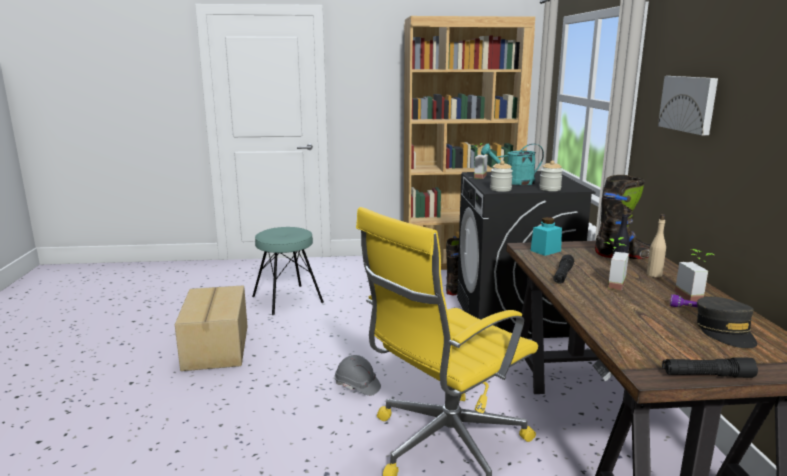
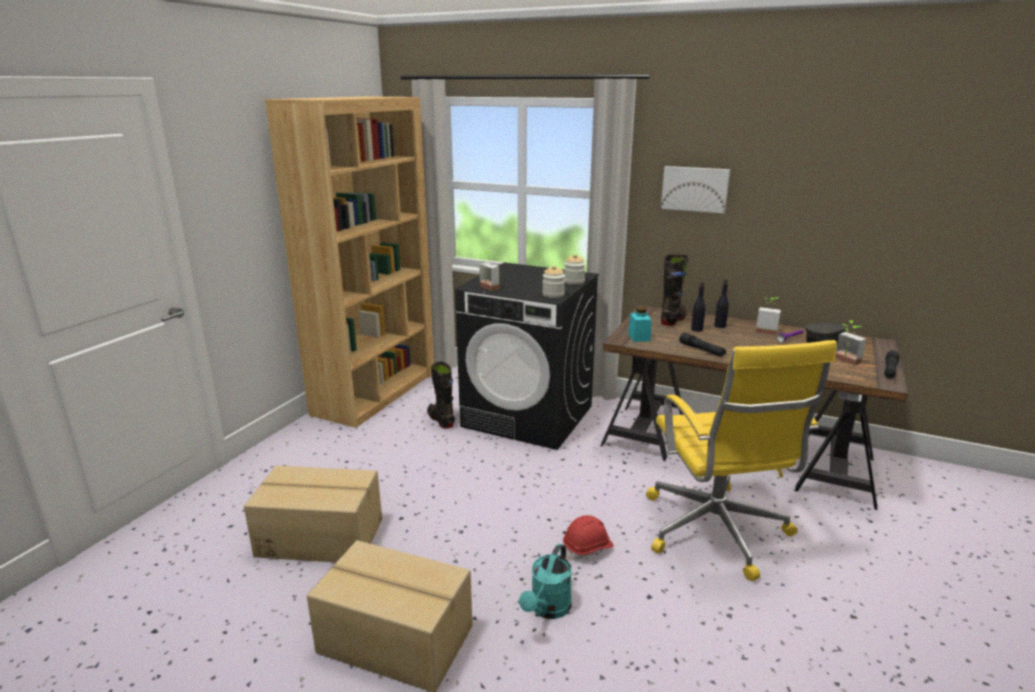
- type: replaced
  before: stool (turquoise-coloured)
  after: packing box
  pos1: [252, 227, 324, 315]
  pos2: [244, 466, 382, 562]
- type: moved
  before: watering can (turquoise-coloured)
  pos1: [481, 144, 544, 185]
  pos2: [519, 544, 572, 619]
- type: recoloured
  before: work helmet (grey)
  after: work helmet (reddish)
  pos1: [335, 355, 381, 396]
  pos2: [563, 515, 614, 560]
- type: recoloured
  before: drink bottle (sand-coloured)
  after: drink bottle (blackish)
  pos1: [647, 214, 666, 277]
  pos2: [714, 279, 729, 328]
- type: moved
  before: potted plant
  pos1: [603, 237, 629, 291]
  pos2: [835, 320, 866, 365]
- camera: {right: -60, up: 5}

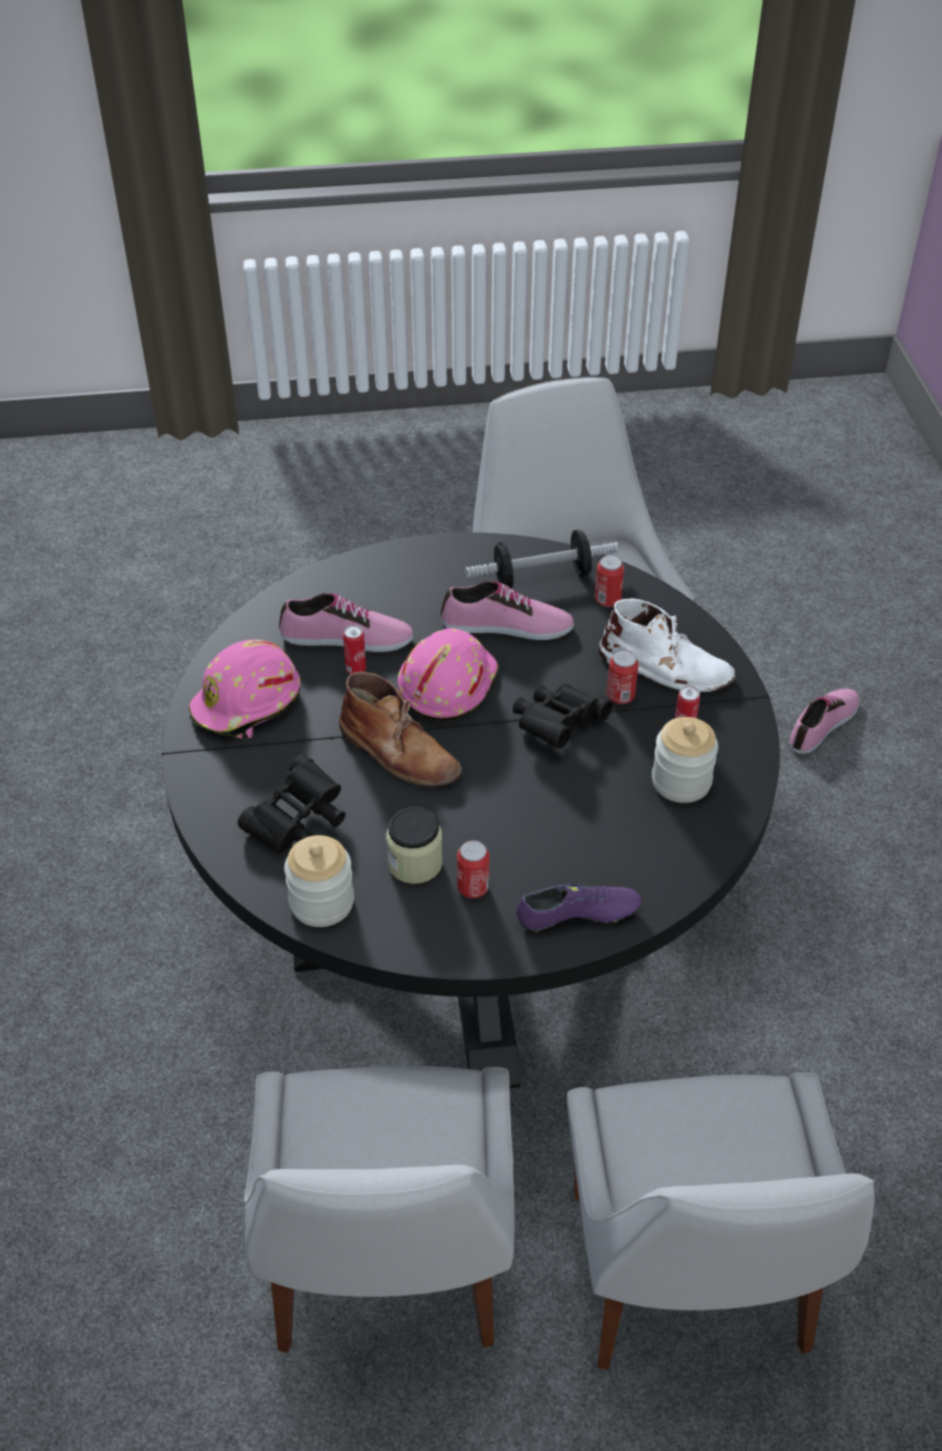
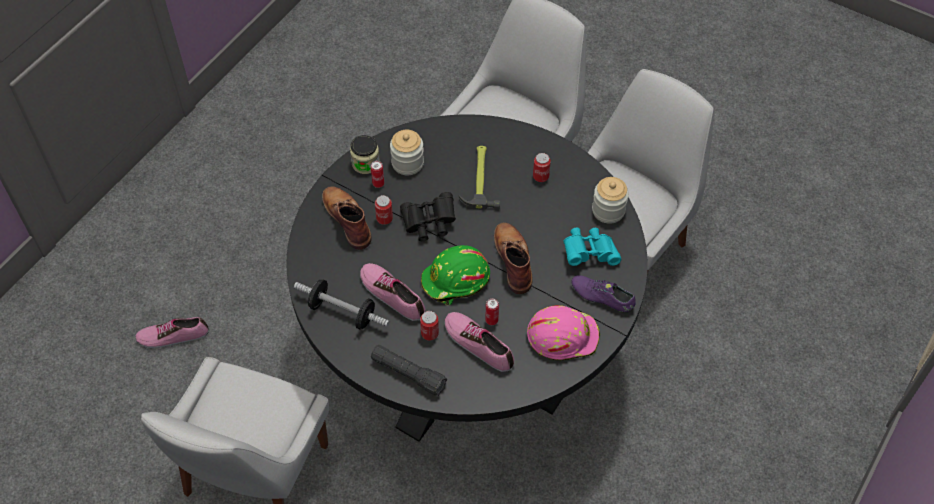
- type: recoloured
  before: boot (white)
  after: boot (brown)
  pos1: [599, 598, 735, 693]
  pos2: [322, 186, 372, 250]
- type: moved
  before: preserve jar
  pos1: [386, 807, 443, 884]
  pos2: [350, 135, 380, 174]
- type: added
  after: hand torch (blackish)
  pos2: [371, 345, 447, 396]
- type: moved
  before: sealed can
  pos1: [595, 555, 624, 607]
  pos2: [420, 311, 439, 341]
- type: recoloured
  before: work helmet (pink-coloured)
  after: work helmet (green-coloured)
  pos1: [398, 628, 498, 721]
  pos2: [421, 245, 490, 305]
- type: added
  after: tool hammer
  pos2: [459, 146, 500, 210]
- type: recoloured
  before: binoculars (blackish)
  after: binoculars (turquoise-coloured)
  pos1: [237, 754, 346, 854]
  pos2: [563, 228, 621, 266]
- type: moved
  before: item of footwear (purple)
  pos1: [517, 881, 642, 932]
  pos2: [572, 275, 636, 313]
- camera: {right: -140, up: 10}

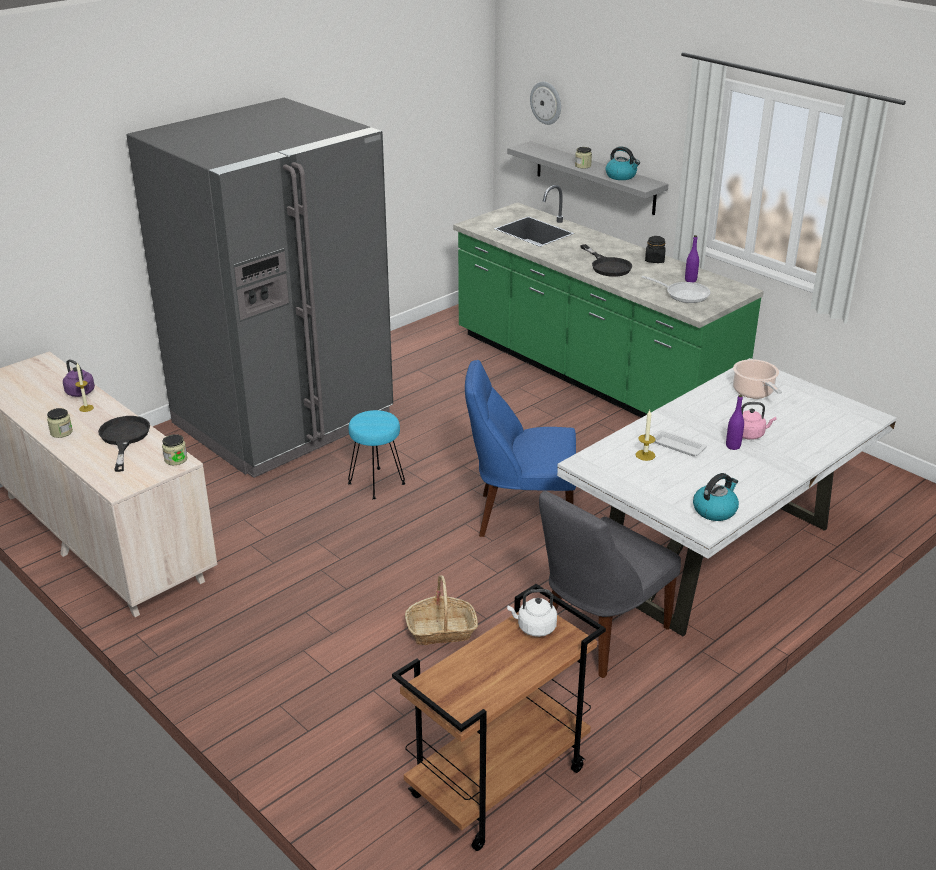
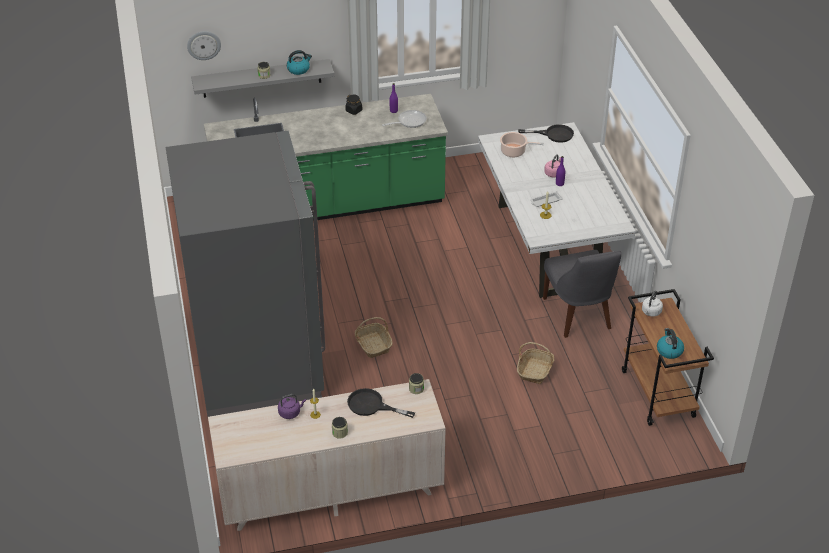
- type: replaced
  before: stool (turquoise-coloured)
  after: storage basket
  pos1: [348, 410, 406, 500]
  pos2: [355, 317, 393, 358]
- type: moved
  before: frying pan (blackish)
  pos1: [580, 244, 632, 277]
  pos2: [518, 124, 574, 143]
- type: moved
  before: tea kettle
  pos1: [693, 473, 739, 521]
  pos2: [657, 328, 684, 359]
- type: removed
  before: upright chair (blue)
  pos1: [465, 360, 576, 537]
- camera: {right: -60, up: 10}

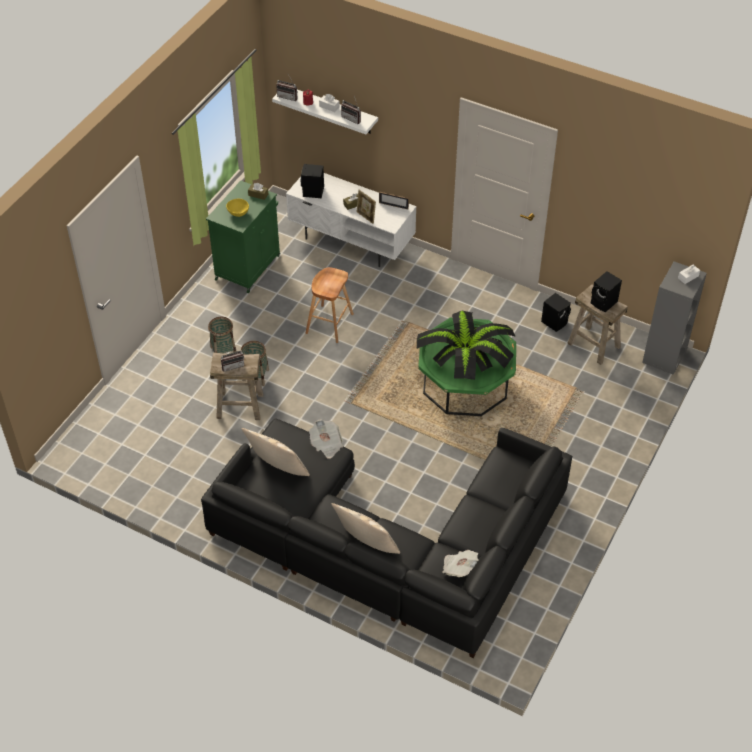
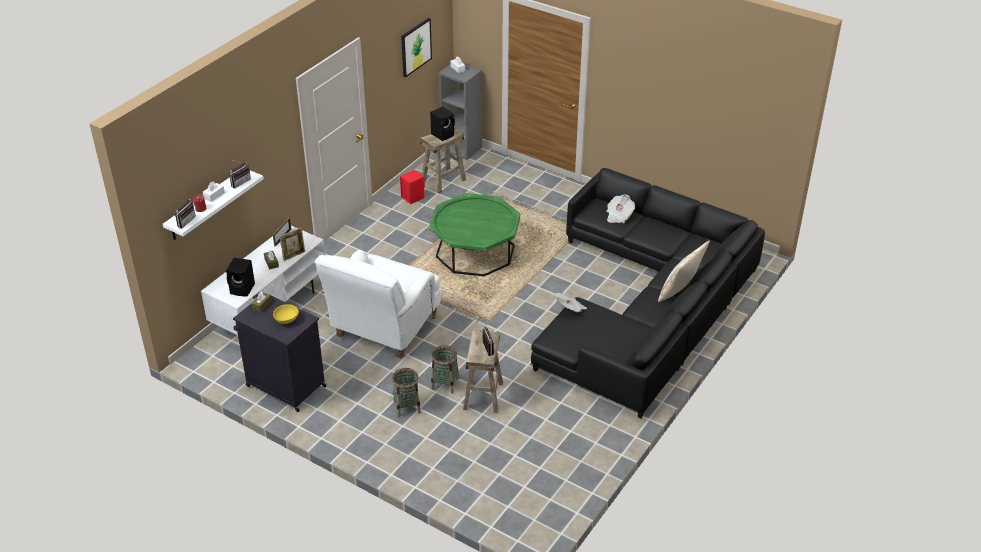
- type: recoloured
  before: cupboard (green-coloured)
  after: cupboard (blackish)
  pos1: [206, 181, 280, 293]
  pos2: [233, 296, 326, 412]
- type: replaced
  before: stool (brown)
  after: armchair (white)
  pos1: [305, 267, 354, 343]
  pos2: [315, 250, 441, 358]
- type: recoloured
  before: audio speaker (blackish)
  after: audio speaker (reddish)
  pos1: [541, 293, 571, 332]
  pos2: [400, 170, 425, 204]
- type: added
  after: picture
  pos2: [401, 18, 432, 77]
- type: moved
  before: daily paper
  pos1: [442, 550, 478, 577]
  pos2: [606, 194, 635, 223]
- type: removed
  before: throw pillow (sand-coloured)
  pos1: [241, 428, 310, 476]
- type: removed
  before: potted plant
  pos1: [417, 311, 516, 380]
- camera: {right: -85, up: -10}

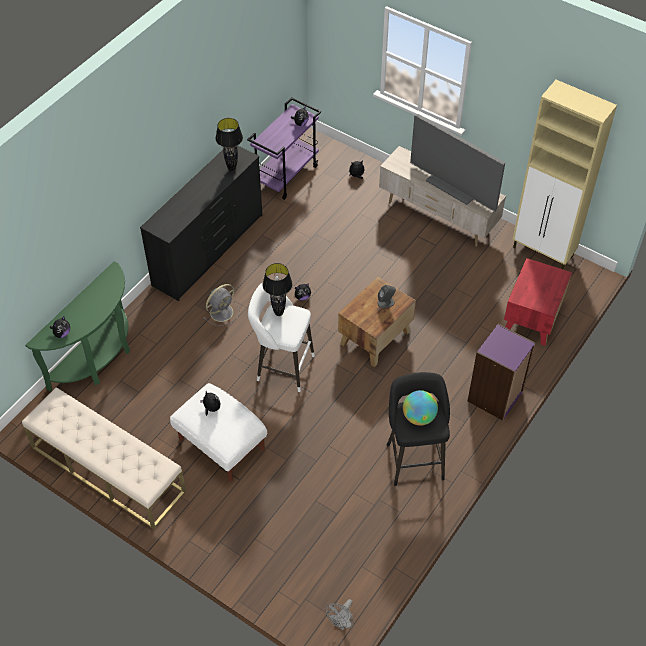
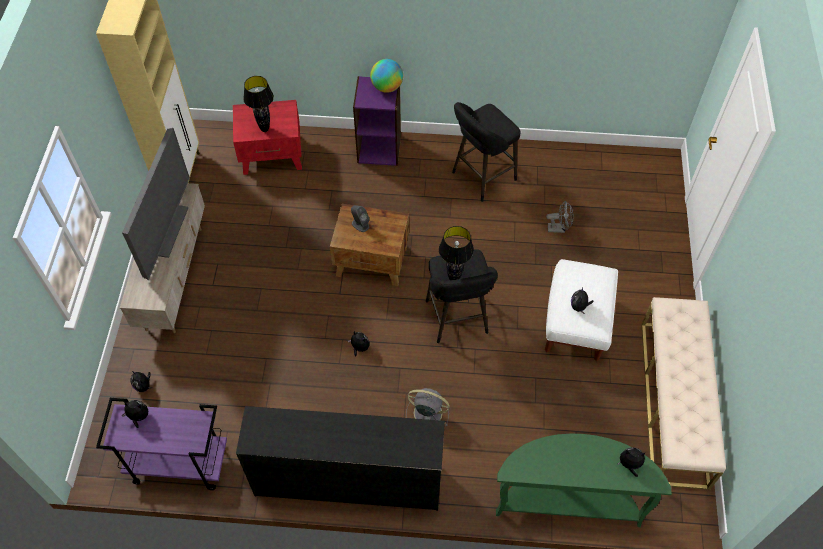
- type: moved
  before: table lamp (blackish)
  pos1: [216, 118, 243, 172]
  pos2: [243, 76, 274, 132]
- type: moved
  before: world globe
  pos1: [403, 390, 438, 426]
  pos2: [370, 59, 403, 93]
- type: recoloured
  before: stool (white)
  after: stool (blackish)
  pos1: [248, 282, 315, 392]
  pos2: [426, 249, 498, 343]
- type: moved
  before: cooling fan (grey)
  pos1: [326, 599, 354, 630]
  pos2: [546, 201, 573, 233]
- camera: {right: -120, up: 5}

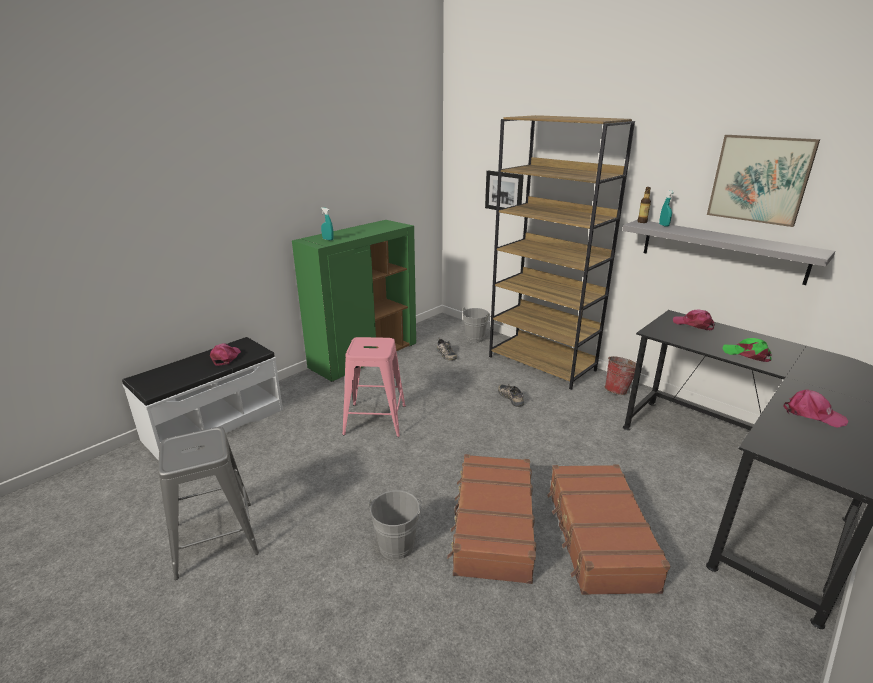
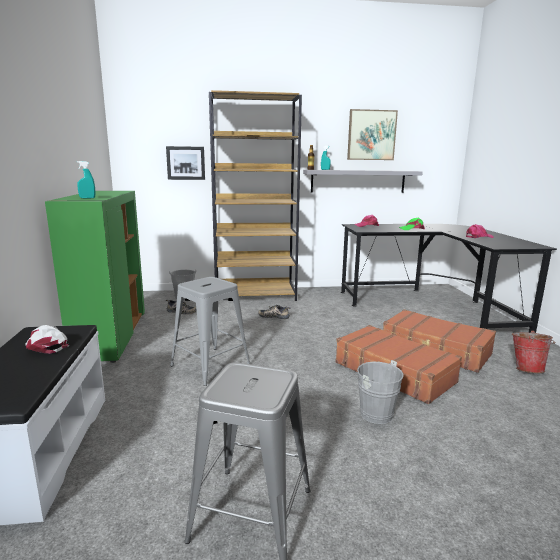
- type: recoloured
  before: cap (pink-coloured)
  after: cap (white)
  pos1: [210, 343, 241, 366]
  pos2: [25, 325, 69, 354]
- type: recoloured
  before: stool (pink-coloured)
  after: stool (grey)
  pos1: [342, 337, 406, 437]
  pos2: [170, 277, 250, 386]
- type: moved
  before: water bucket
  pos1: [605, 356, 636, 395]
  pos2: [512, 331, 555, 373]
- camera: {right: -50, up: -10}

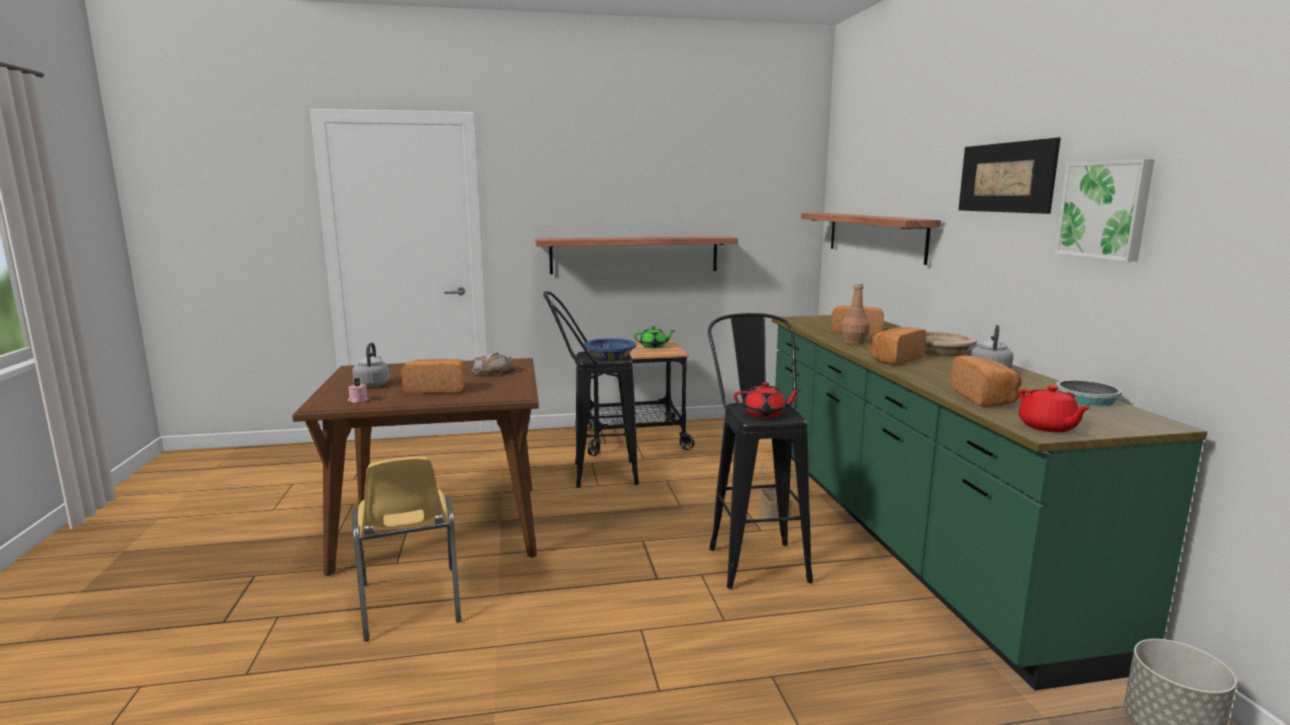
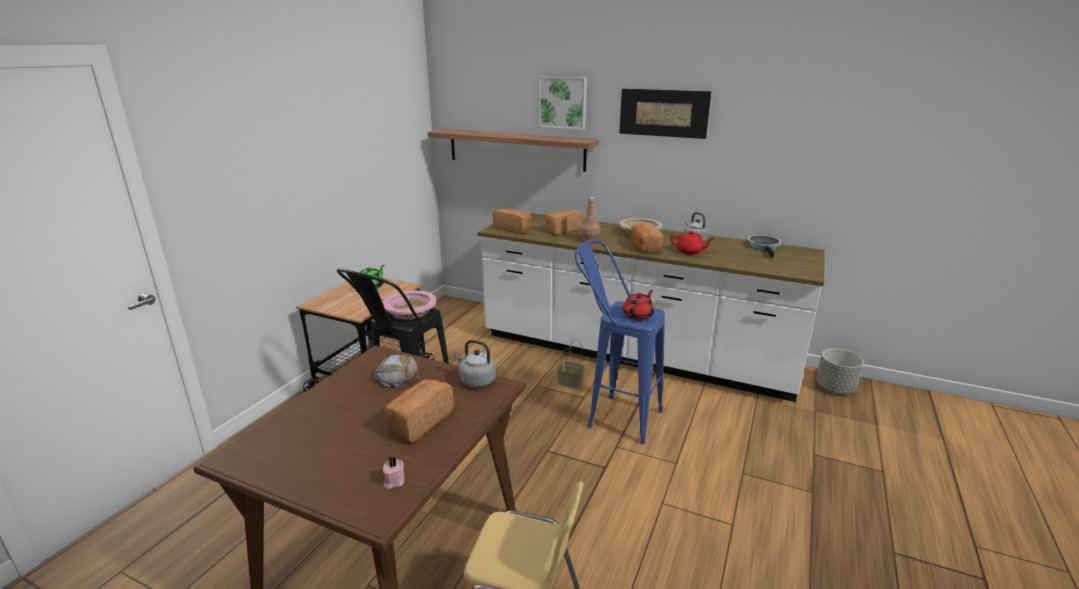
- type: recoloured
  before: bowl (blue)
  after: bowl (pink-coloured)
  pos1: [584, 338, 636, 360]
  pos2: [382, 291, 436, 320]
- type: moved
  before: tea kettle (grey)
  pos1: [352, 342, 390, 388]
  pos2: [454, 340, 496, 387]
- type: recoloured
  before: counter (green-coloured)
  after: counter (white)
  pos1: [772, 315, 1207, 690]
  pos2: [478, 213, 824, 402]
- type: moved
  before: bakery bread
  pos1: [951, 355, 1022, 407]
  pos2: [493, 208, 531, 234]
- type: moved
  before: picture
  pos1: [1054, 159, 1155, 262]
  pos2: [539, 77, 587, 130]
- type: recoloured
  before: stool (blackish)
  after: stool (blue)
  pos1: [708, 313, 813, 589]
  pos2: [575, 240, 665, 444]
- type: moved
  before: teapot (reddish)
  pos1: [1018, 385, 1091, 432]
  pos2: [670, 231, 715, 254]
- type: removed
  before: bracket shelf
  pos1: [535, 236, 738, 274]
- camera: {right: -55, up: 10}

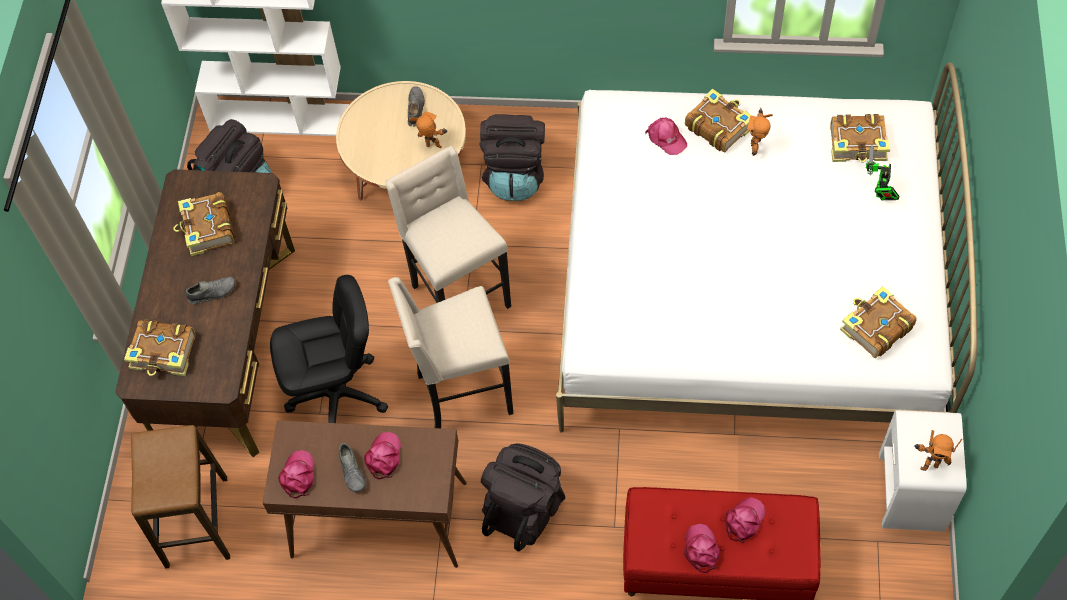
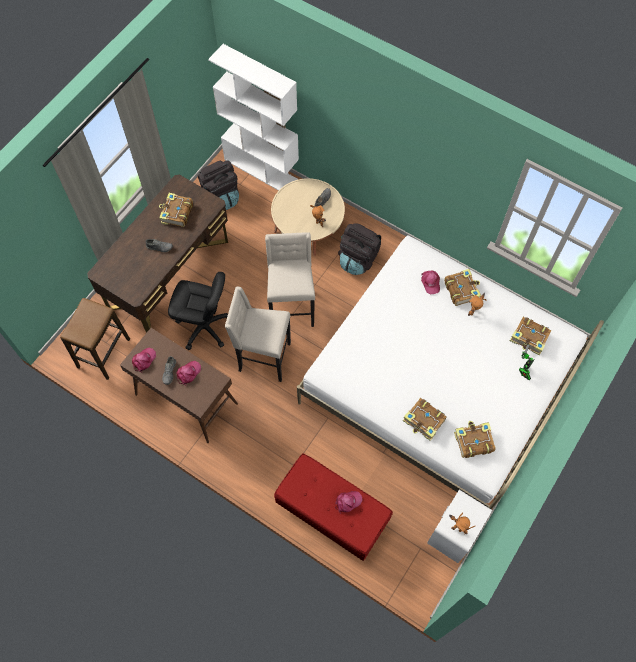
- type: moved
  before: book
  pos1: [124, 319, 195, 376]
  pos2: [403, 398, 447, 441]
- type: removed
  before: backpack (blackish)
  pos1: [481, 443, 565, 551]
- type: removed
  before: cap (pink-coloured)
  pos1: [684, 524, 720, 573]
- camera: {right: 25, up: 5}

